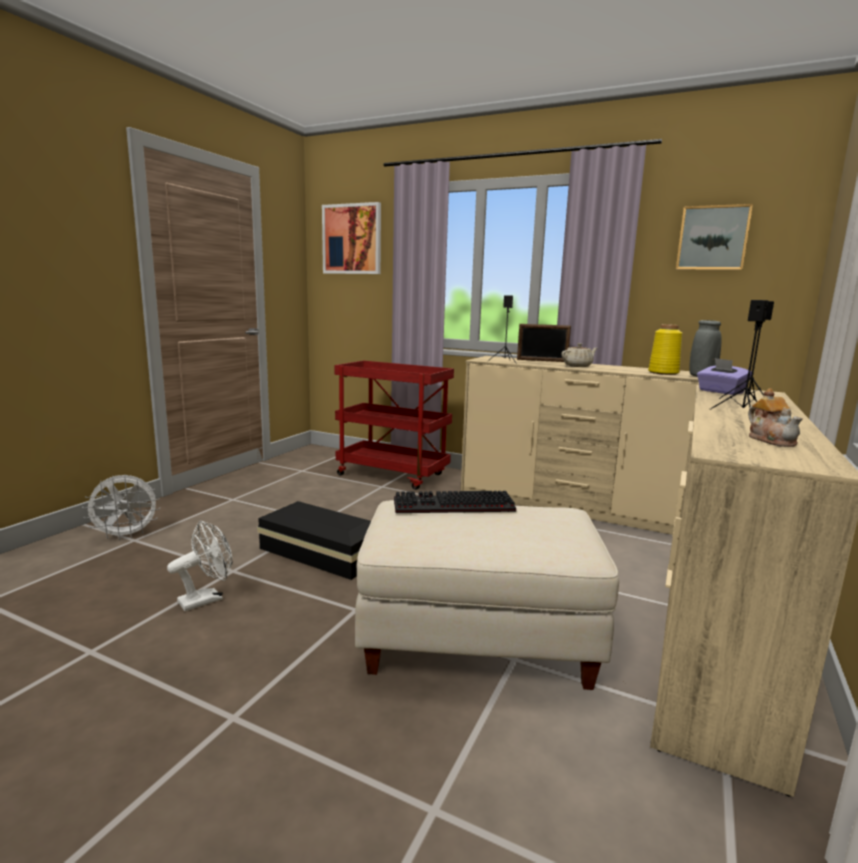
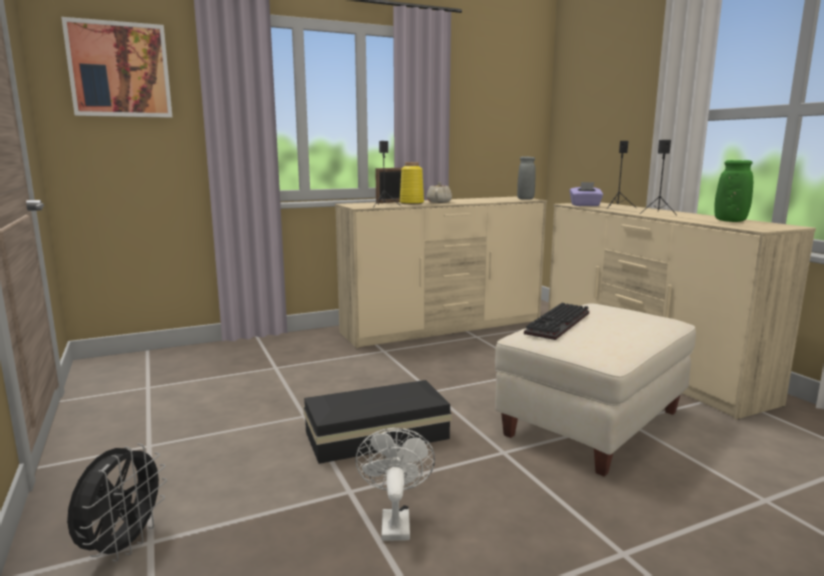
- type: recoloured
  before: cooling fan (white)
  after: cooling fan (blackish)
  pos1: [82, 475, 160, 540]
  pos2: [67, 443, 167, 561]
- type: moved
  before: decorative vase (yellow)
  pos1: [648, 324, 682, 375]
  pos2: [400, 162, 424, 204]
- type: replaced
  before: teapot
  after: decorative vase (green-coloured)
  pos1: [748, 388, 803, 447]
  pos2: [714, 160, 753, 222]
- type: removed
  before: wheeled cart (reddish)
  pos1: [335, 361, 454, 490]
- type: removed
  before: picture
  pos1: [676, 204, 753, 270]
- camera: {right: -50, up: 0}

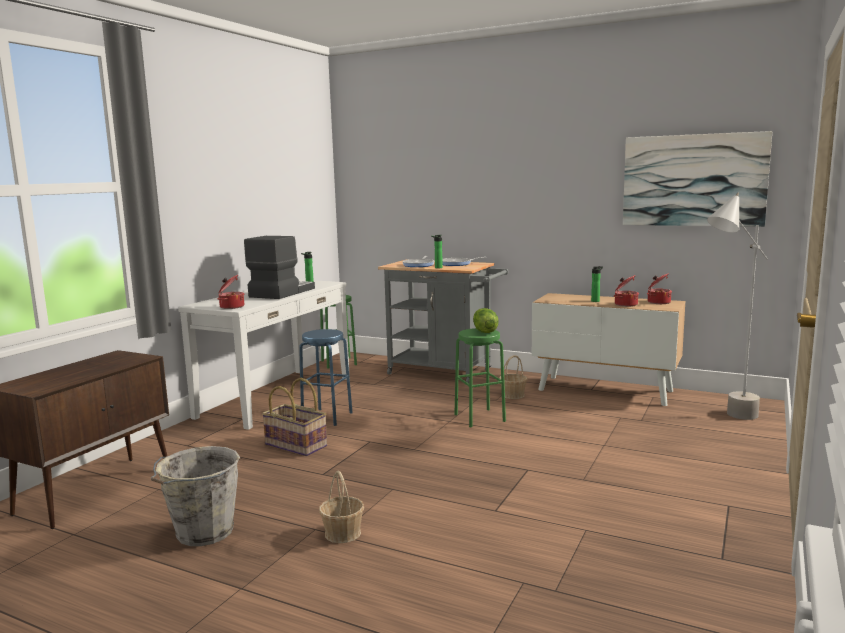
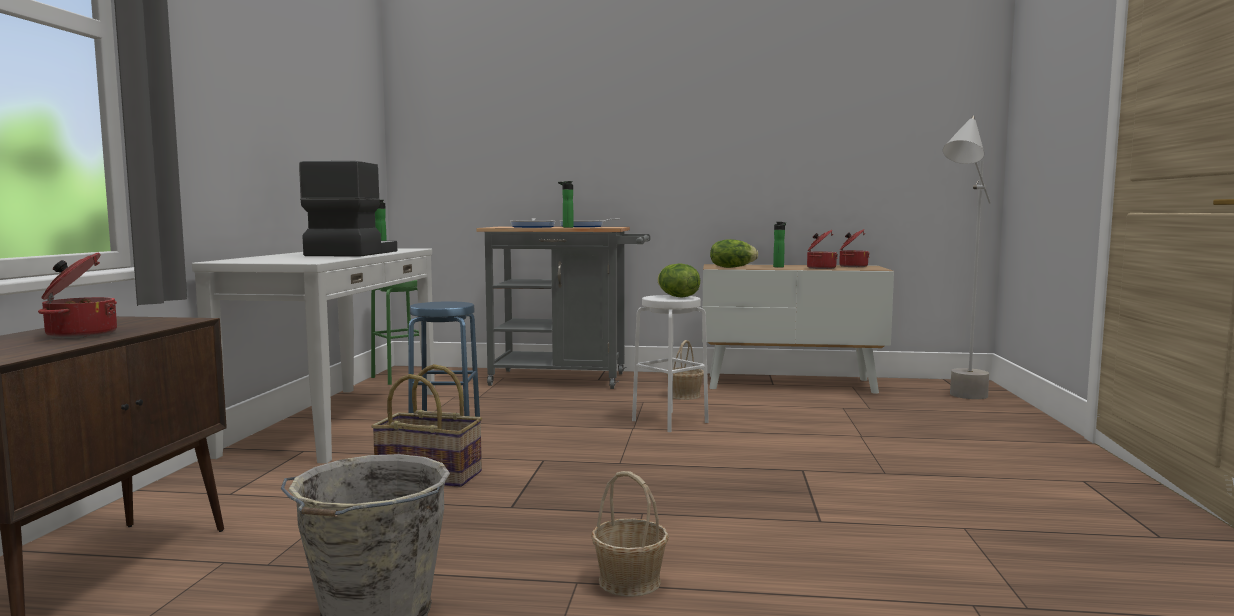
- type: moved
  before: cooking pot
  pos1: [217, 275, 244, 309]
  pos2: [38, 253, 117, 338]
- type: recoloured
  before: stool (green-coloured)
  after: stool (white)
  pos1: [454, 328, 506, 427]
  pos2: [632, 295, 709, 432]
- type: added
  after: lettuce
  pos2: [710, 239, 758, 268]
- type: removed
  before: picture
  pos1: [623, 131, 772, 227]
- camera: {right: -20, up: -5}

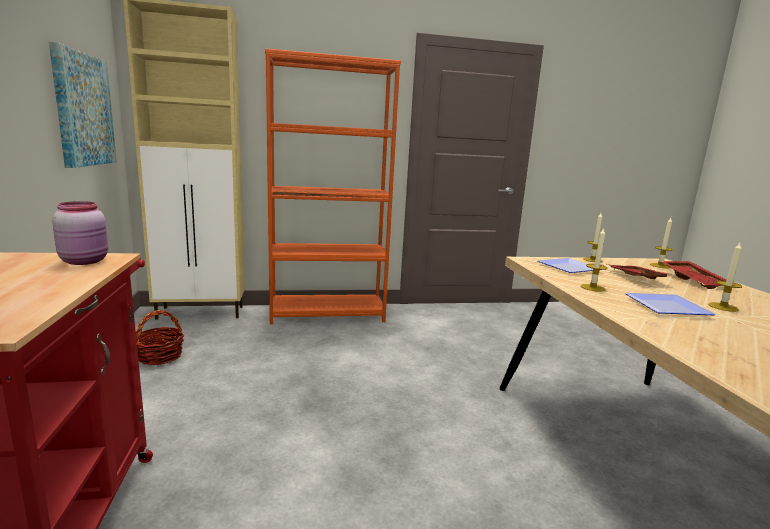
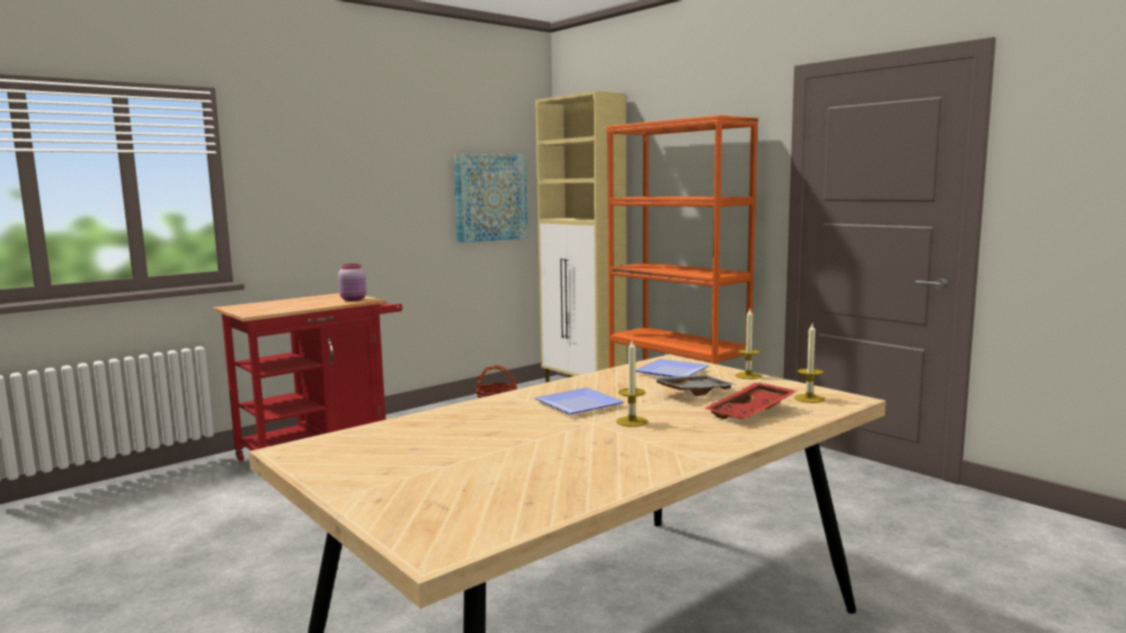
- type: recoloured
  before: tray (reddish)
  after: tray (grey)
  pos1: [607, 264, 674, 279]
  pos2: [650, 374, 738, 396]
- type: removed
  before: wax candle
  pos1: [581, 228, 608, 292]
- camera: {right: 60, up: -5}

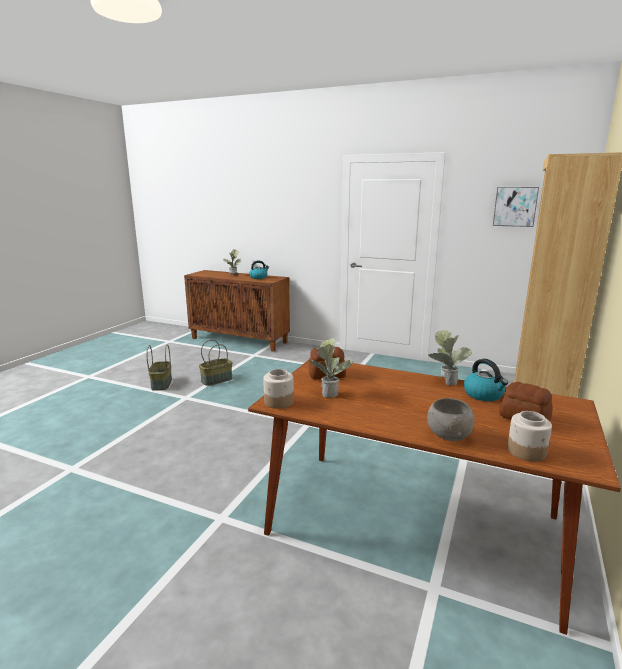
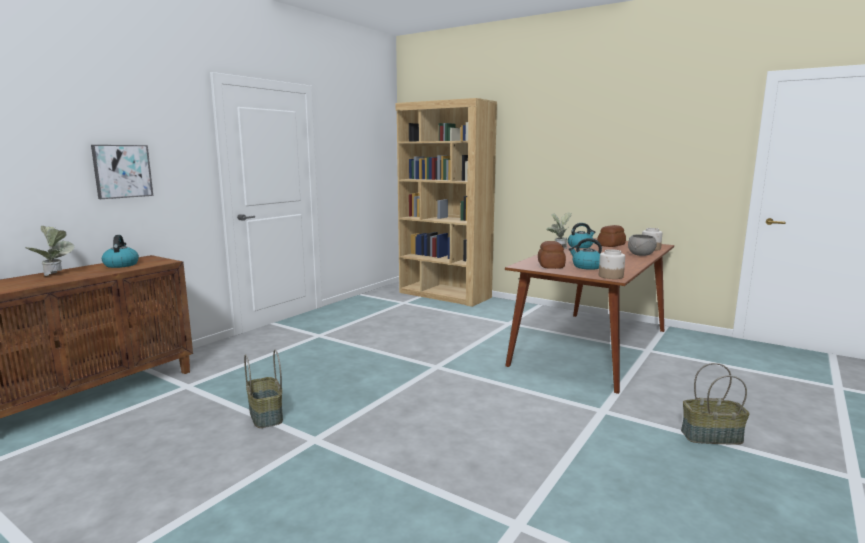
- type: moved
  before: picture
  pos1: [493, 187, 539, 227]
  pos2: [91, 145, 153, 199]
- type: replaced
  before: potted plant
  after: tea kettle
  pos1: [309, 338, 354, 398]
  pos2: [569, 238, 602, 270]
- type: moved
  before: storage basket
  pos1: [146, 345, 172, 391]
  pos2: [681, 363, 750, 445]
- camera: {right: -80, up: -5}

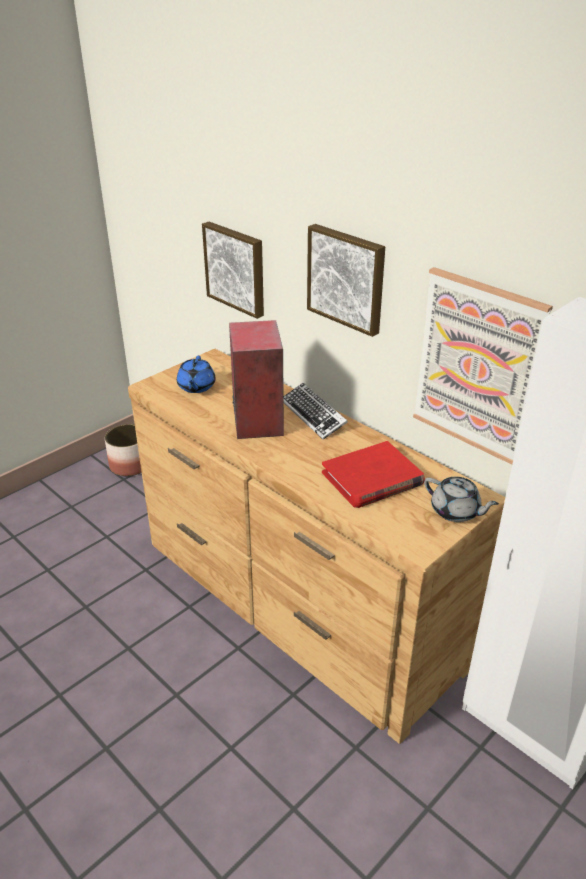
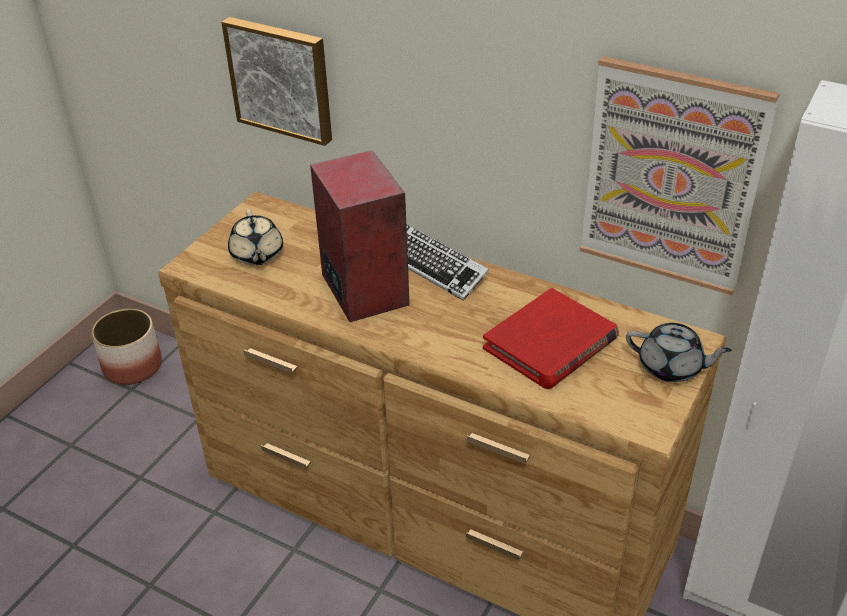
- type: recoloured
  before: teapot (blue)
  after: teapot (sand-coloured)
  pos1: [177, 356, 216, 393]
  pos2: [228, 210, 283, 265]
- type: removed
  before: picture
  pos1: [307, 224, 385, 337]
- camera: {right: -15, up: 5}

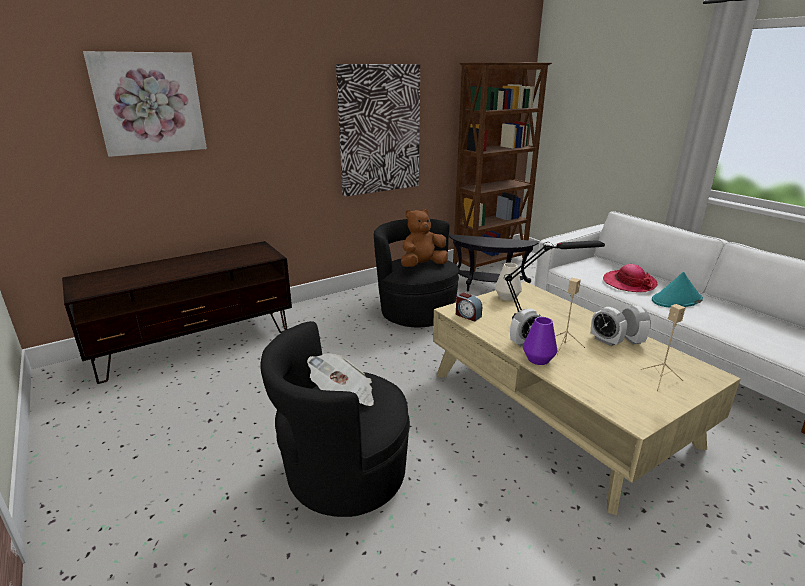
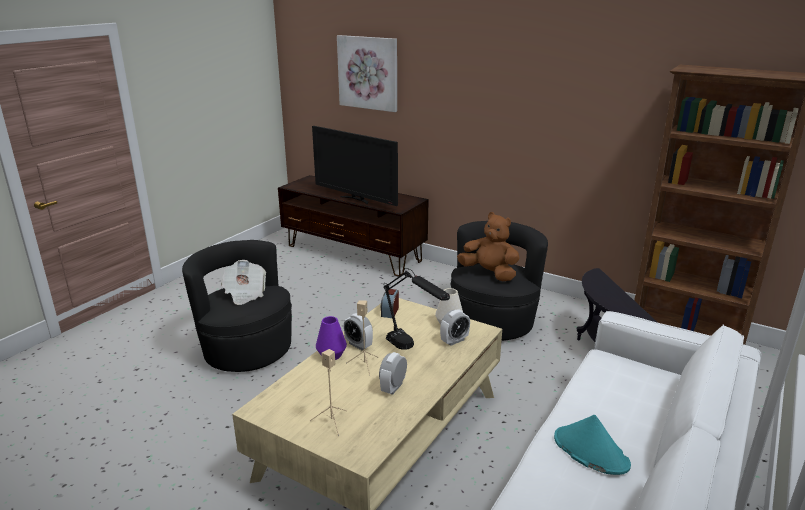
- type: added
  after: television
  pos2: [312, 126, 398, 206]
- type: moved
  before: bedside clock
  pos1: [622, 305, 651, 344]
  pos2: [440, 309, 470, 346]
- type: removed
  before: picture
  pos1: [336, 64, 420, 197]
- type: removed
  before: wearable hat
  pos1: [603, 264, 658, 292]
- camera: {right: 65, up: 0}

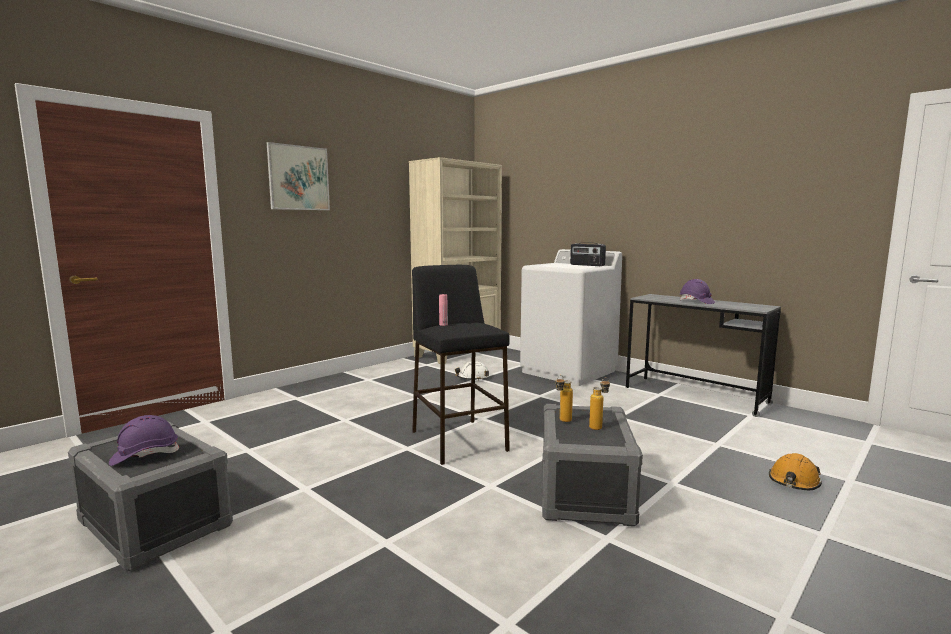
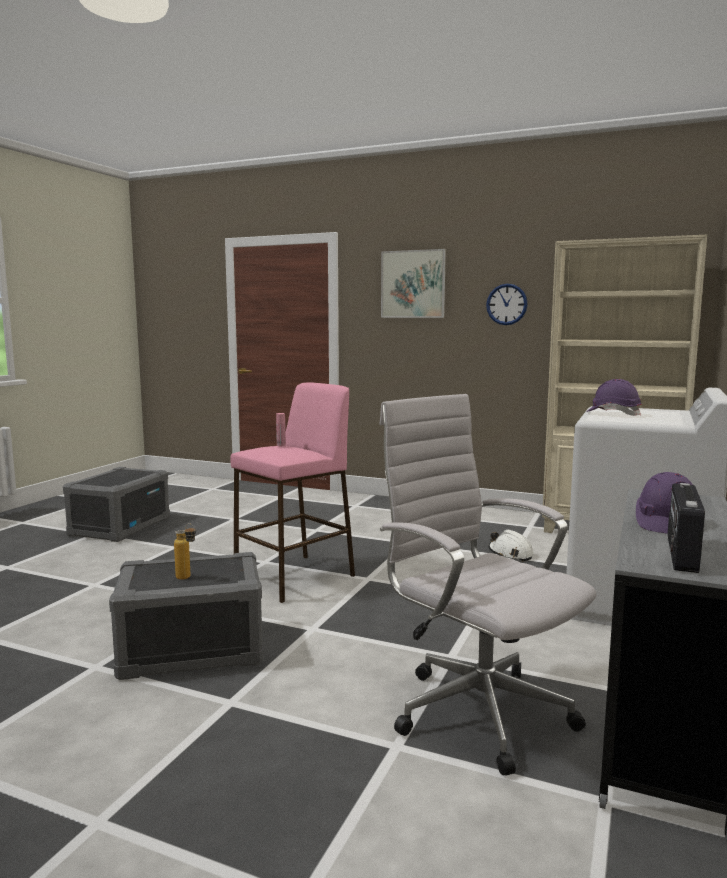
- type: recoloured
  before: stool (blackish)
  after: stool (pink-coloured)
  pos1: [412, 265, 510, 465]
  pos2: [230, 382, 355, 603]
- type: added
  after: desk chair (white)
  pos2: [380, 394, 596, 776]
- type: added
  after: wall clock
  pos2: [486, 284, 528, 325]
- type: moved
  before: work helmet (purple)
  pos1: [109, 415, 179, 466]
  pos2: [586, 379, 642, 416]
- type: moved
  before: radio set
  pos1: [570, 242, 606, 266]
  pos2: [668, 483, 705, 573]
- type: removed
  before: drink bottle
  pos1: [555, 375, 573, 422]
- type: removed
  before: work helmet (orange-coloured)
  pos1: [769, 453, 822, 490]
- camera: {right: 70, up: 0}

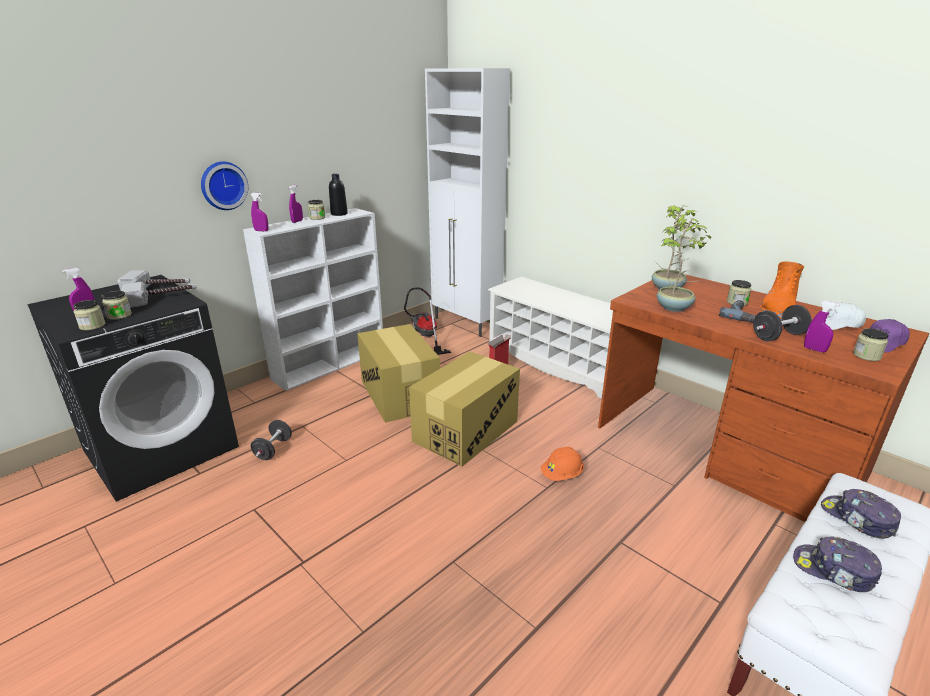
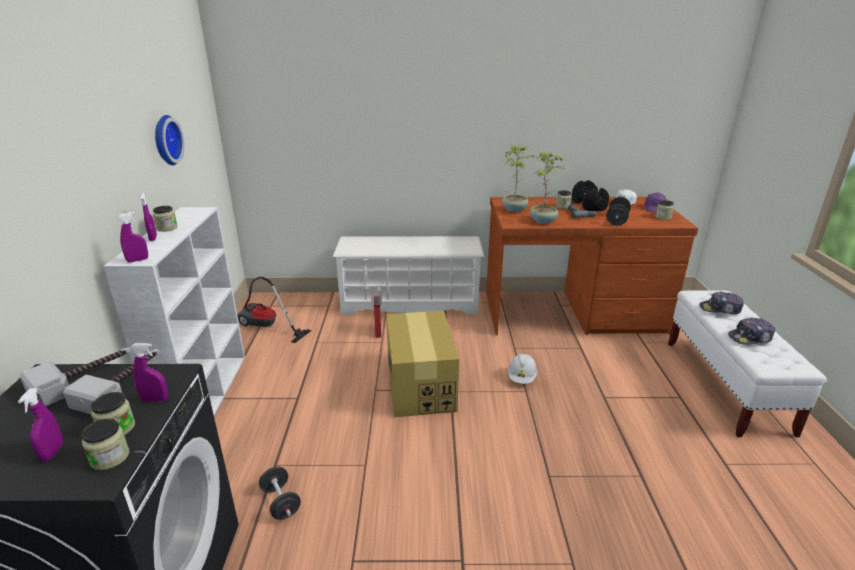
- type: moved
  before: sprayer (purple)
  pos1: [804, 301, 840, 353]
  pos2: [130, 343, 168, 402]
- type: moved
  before: wall clock
  pos1: [201, 161, 248, 210]
  pos2: [155, 115, 185, 165]
- type: recoloured
  before: work helmet (orange-coloured)
  after: work helmet (white)
  pos1: [541, 447, 584, 481]
  pos2: [508, 353, 537, 384]
- type: replaced
  before: boot (orange-coloured)
  after: free weight (blackish)
  pos1: [759, 261, 804, 321]
  pos2: [572, 180, 609, 211]
- type: removed
  before: drink bottle (blackish)
  pos1: [329, 174, 348, 216]
- type: removed
  before: packing box
  pos1: [357, 324, 440, 423]
- type: removed
  before: cupboard (white)
  pos1: [425, 68, 510, 337]
- camera: {right: -45, up: 0}

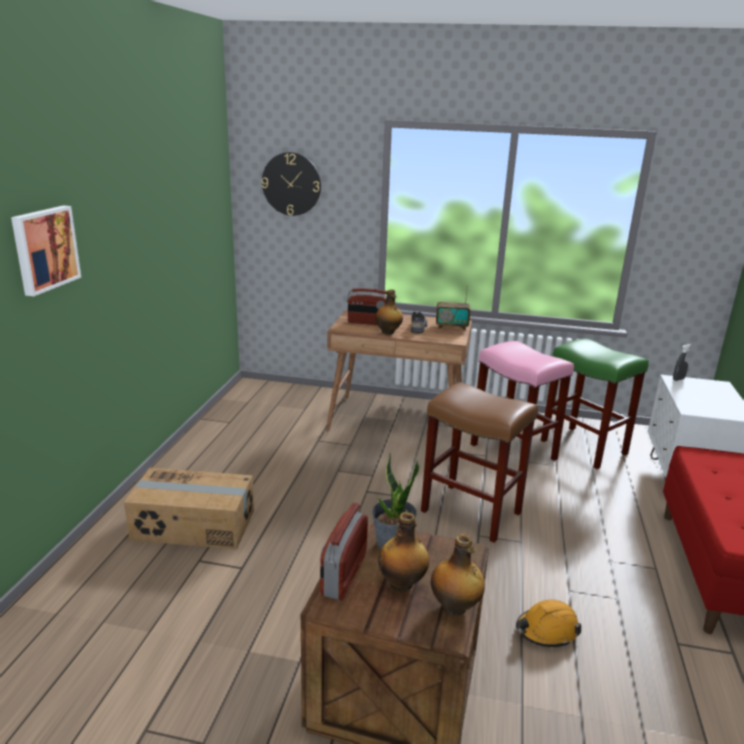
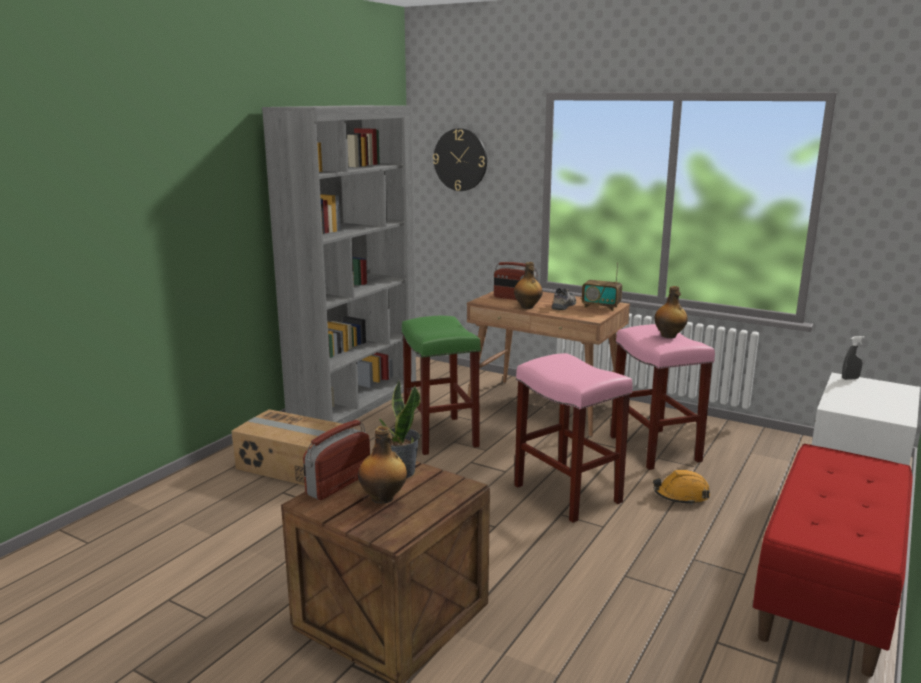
- type: added
  after: bookcase (grey)
  pos2: [262, 105, 416, 424]
- type: moved
  before: stool (green-coloured)
  pos1: [541, 339, 649, 469]
  pos2: [402, 316, 481, 455]
- type: recoloured
  before: stool (brown)
  after: stool (pink-coloured)
  pos1: [421, 382, 538, 543]
  pos2: [514, 353, 633, 523]
- type: moved
  before: work helmet (orange-coloured)
  pos1: [516, 600, 581, 647]
  pos2: [653, 470, 710, 505]
- type: moved
  before: drink bottle
  pos1: [431, 534, 485, 616]
  pos2: [654, 286, 688, 338]
- type: removed
  before: picture
  pos1: [11, 206, 81, 296]
- camera: {right: 20, up: -5}

